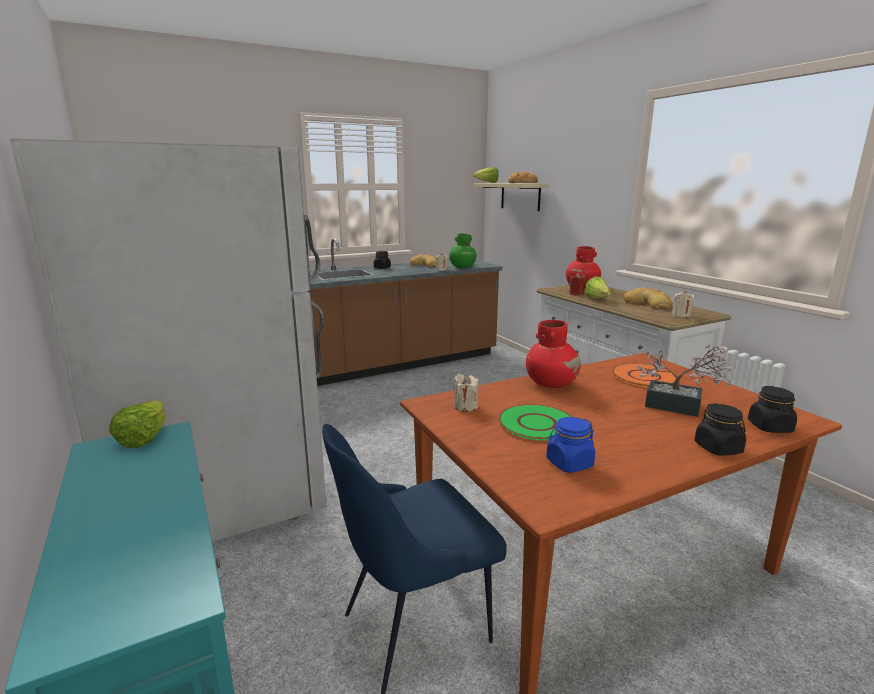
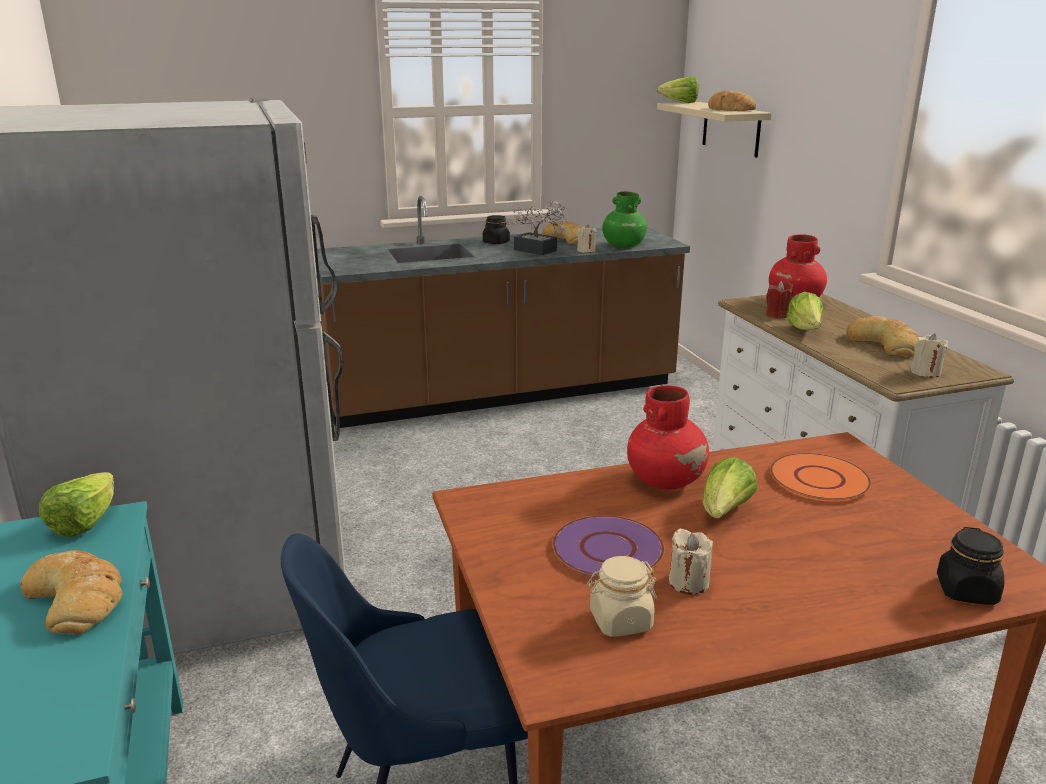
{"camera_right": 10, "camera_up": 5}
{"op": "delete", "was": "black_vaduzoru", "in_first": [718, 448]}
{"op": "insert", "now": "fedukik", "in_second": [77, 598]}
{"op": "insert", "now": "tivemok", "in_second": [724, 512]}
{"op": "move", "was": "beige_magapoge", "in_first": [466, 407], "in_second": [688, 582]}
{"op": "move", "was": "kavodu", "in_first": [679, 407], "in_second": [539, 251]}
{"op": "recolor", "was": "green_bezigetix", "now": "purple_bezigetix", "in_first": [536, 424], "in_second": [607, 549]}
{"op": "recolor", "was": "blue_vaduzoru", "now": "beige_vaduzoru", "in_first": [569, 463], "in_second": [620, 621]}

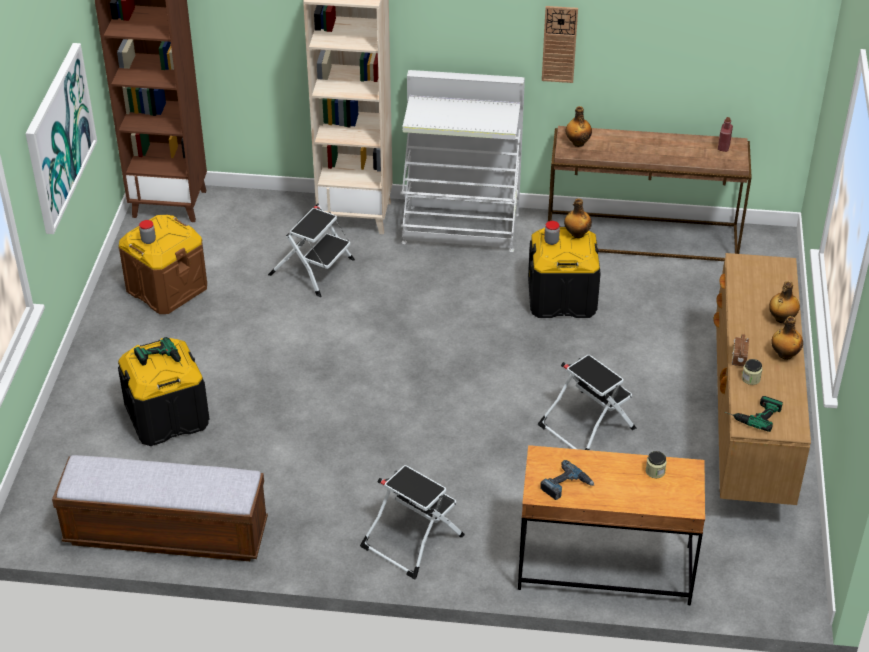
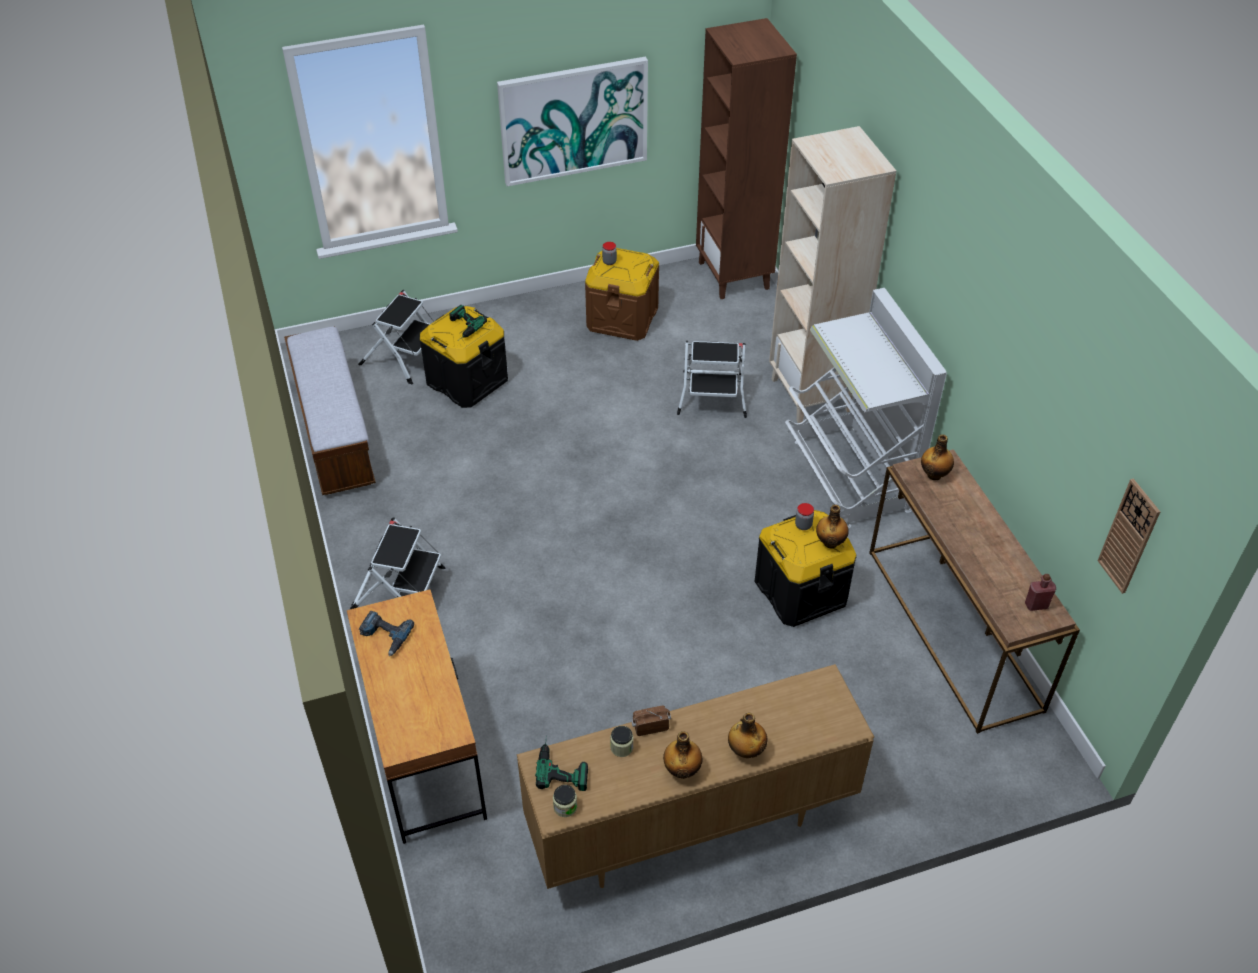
{"camera_right": 65, "camera_up": 5}
{"op": "move", "was": "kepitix", "in_first": [586, 424], "in_second": [402, 355]}
{"op": "move", "was": "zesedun", "in_first": [559, 44], "in_second": [1129, 536]}
{"op": "move", "was": "vaduzoru", "in_first": [655, 471], "in_second": [565, 807]}

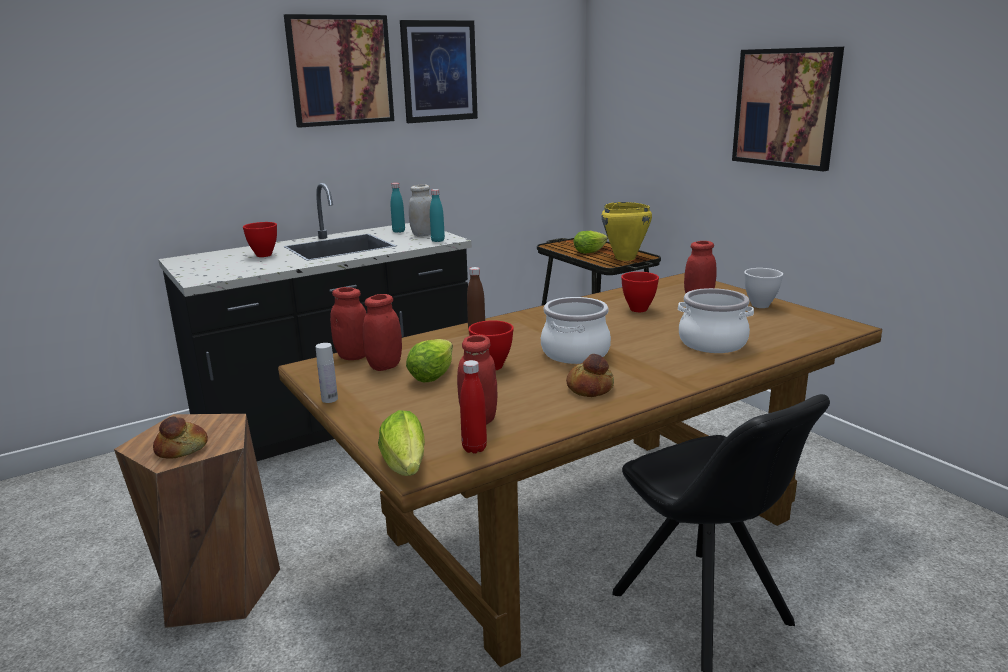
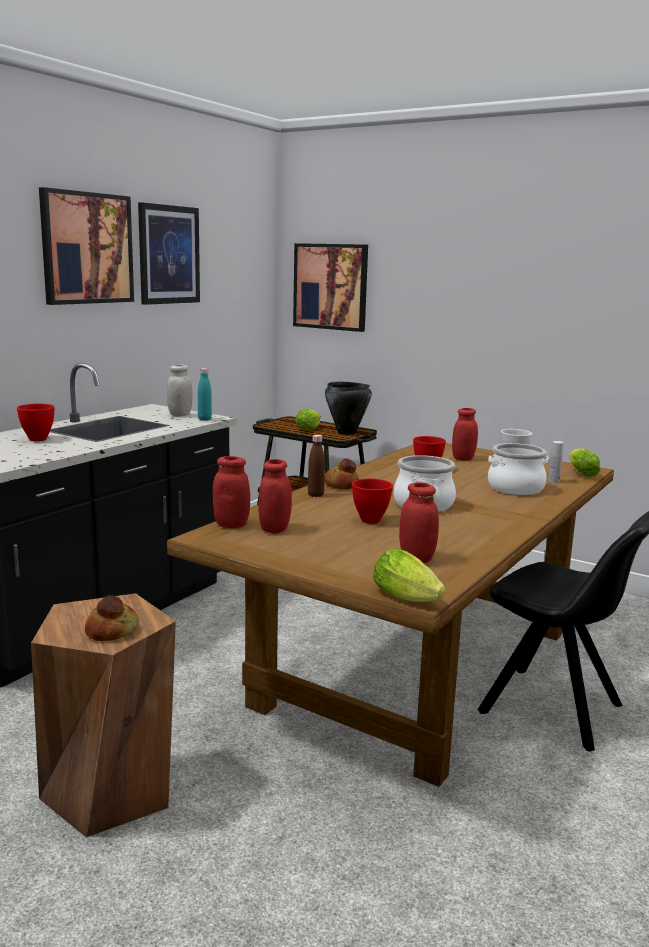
{"camera_right": -25, "camera_up": -5}
{"op": "delete", "was": "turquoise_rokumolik", "in_first": [398, 231]}
{"op": "delete", "was": "red_rokumolik", "in_first": [474, 448]}
{"op": "move", "was": "white_rokumolik", "in_first": [329, 399], "in_second": [553, 481]}
{"op": "move", "was": "tivemok", "in_first": [434, 373], "in_second": [580, 473]}
{"op": "move", "was": "fedukik", "in_first": [590, 388], "in_second": [341, 485]}
{"op": "move", "was": "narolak", "in_first": [786, 108], "in_second": [330, 286]}
{"op": "recolor", "was": "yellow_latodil", "now": "black_latodil", "in_first": [625, 258], "in_second": [346, 433]}

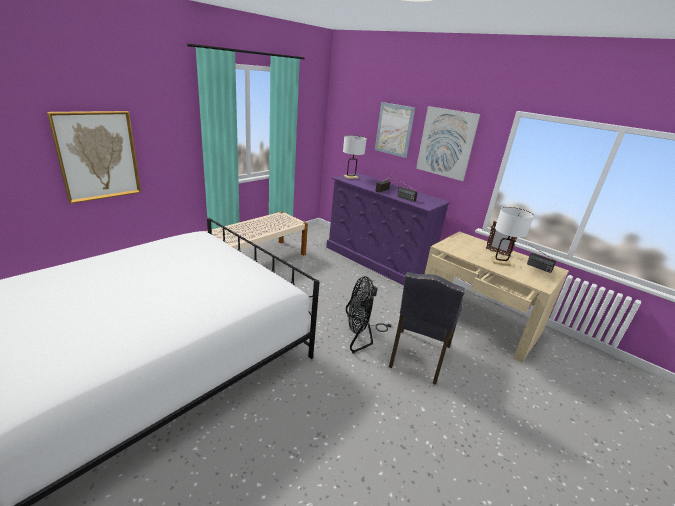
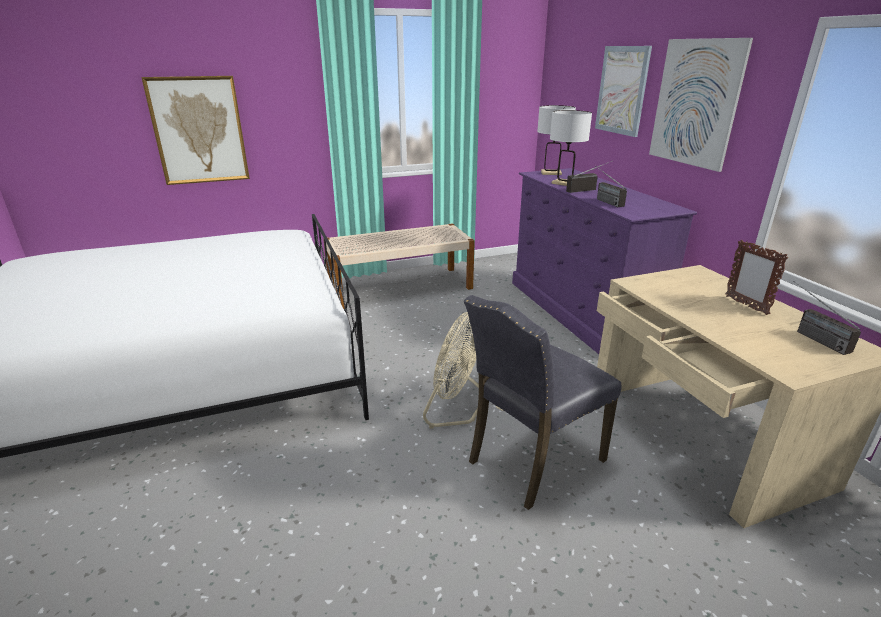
{"camera_right": 30, "camera_up": 0}
{"op": "move", "was": "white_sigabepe", "in_first": [500, 262], "in_second": [564, 183]}
{"op": "recolor", "was": "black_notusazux", "now": "beige_notusazux", "in_first": [362, 332], "in_second": [468, 404]}

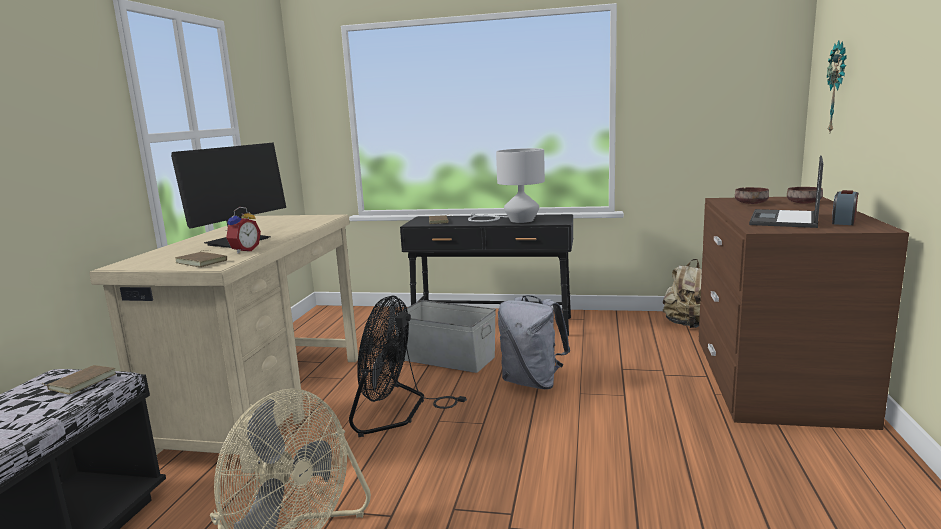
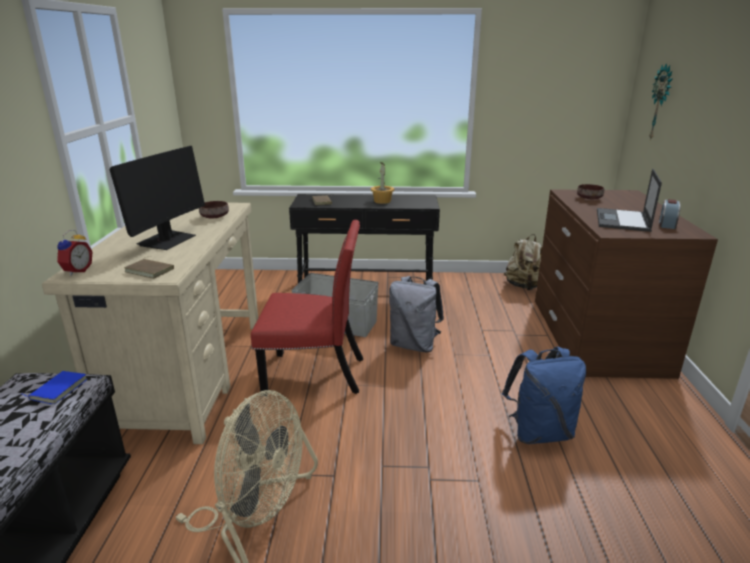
{"camera_right": -10, "camera_up": 10}
{"op": "insert", "now": "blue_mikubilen", "in_second": [539, 432]}
{"op": "move", "was": "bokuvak", "in_first": [244, 250], "in_second": [76, 271]}
{"op": "move", "was": "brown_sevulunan", "in_first": [802, 203], "in_second": [214, 217]}
{"op": "replace", "was": "black_notusazux", "now": "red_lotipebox", "in_first": [402, 408], "in_second": [312, 374]}
{"op": "replace", "was": "grey_sigabepe", "now": "kavodu", "in_first": [506, 220], "in_second": [382, 201]}
{"op": "recolor", "was": "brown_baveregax", "now": "blue_baveregax", "in_first": [81, 382], "in_second": [58, 389]}

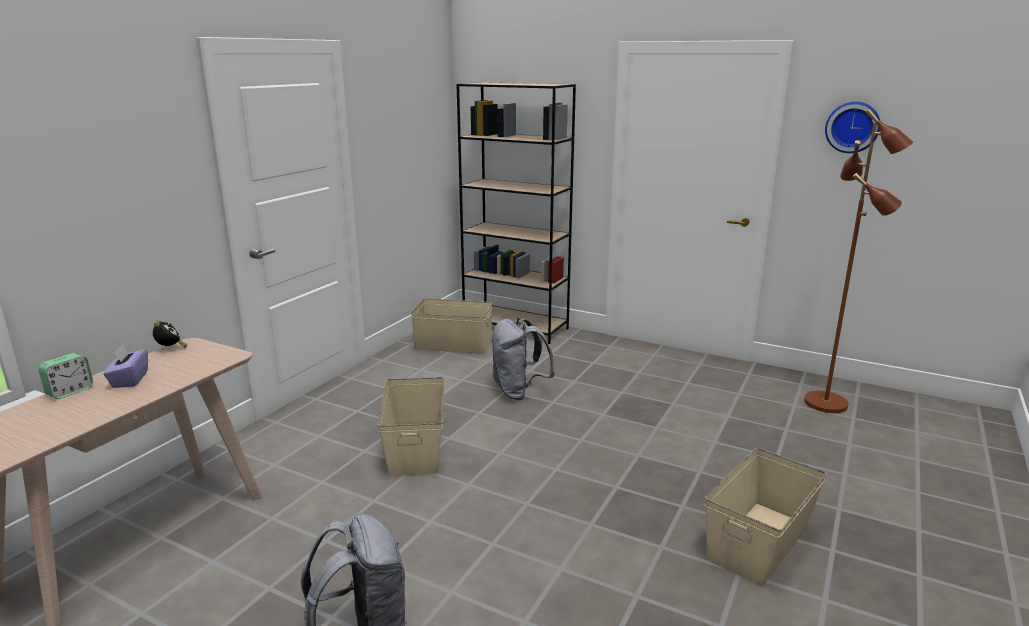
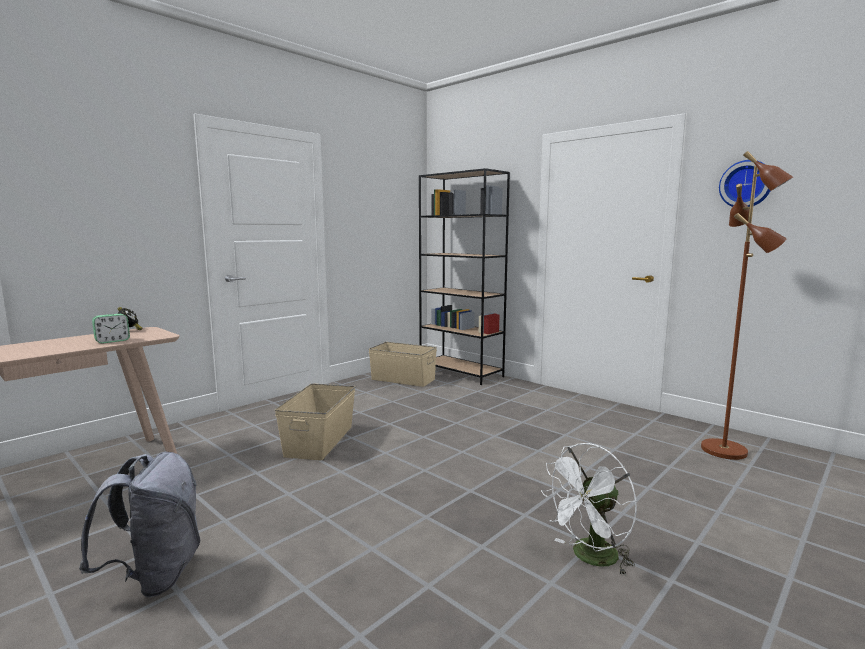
{"camera_right": 15, "camera_up": -10}
{"op": "delete", "was": "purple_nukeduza", "in_first": [129, 380]}
{"op": "delete", "was": "grey_mikubilen", "in_first": [519, 391]}
{"op": "move", "was": "bokuvak", "in_first": [70, 391], "in_second": [112, 341]}
{"op": "replace", "was": "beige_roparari", "now": "white_notusazux", "in_first": [760, 541], "in_second": [590, 558]}

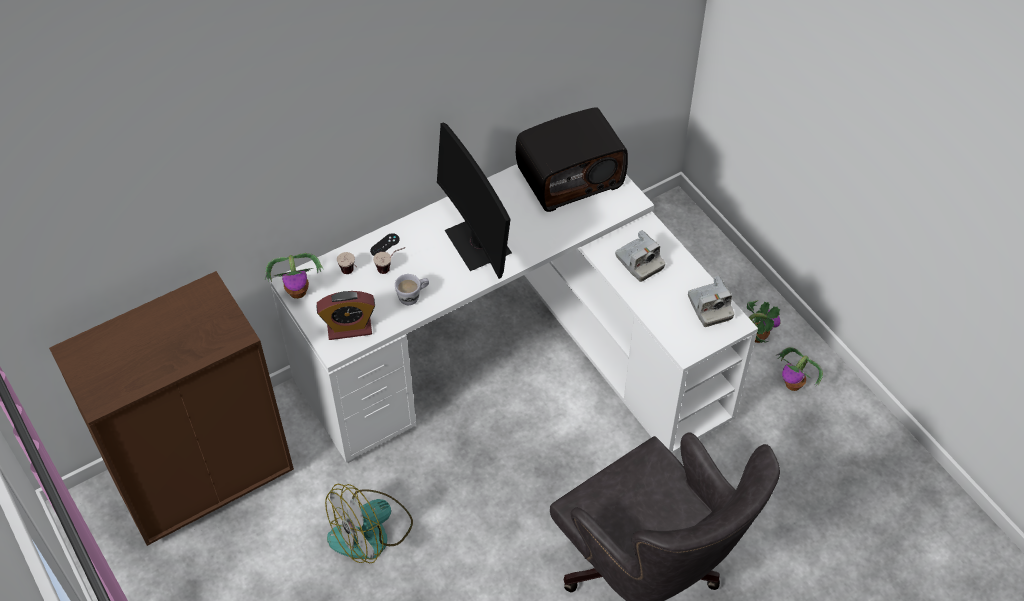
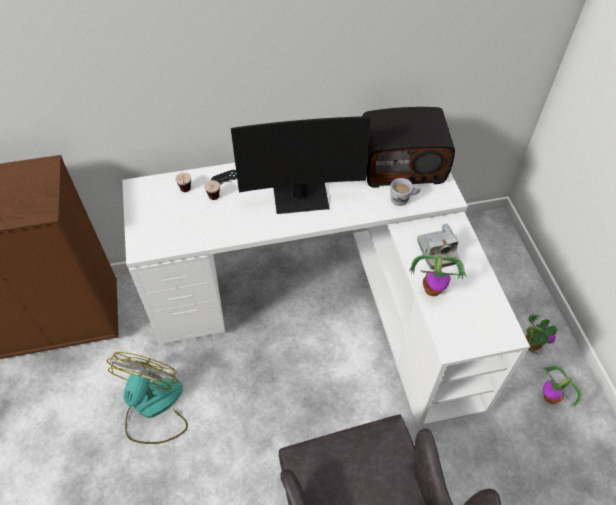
{"camera_right": 20, "camera_up": 0}
{"op": "delete", "was": "bokuvak", "in_first": [349, 328]}
{"op": "delete", "was": "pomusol", "in_first": [709, 307]}
{"op": "move", "was": "kavodu", "in_first": [298, 291], "in_second": [433, 289]}
{"op": "move", "was": "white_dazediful", "in_first": [413, 296], "in_second": [403, 200]}
{"op": "rotate", "was": "notusazux", "in_first": [371, 532], "in_second": [153, 408], "clockwise": 120}
{"op": "rotate", "was": "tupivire", "in_first": [478, 243], "in_second": [301, 196], "clockwise": -90}

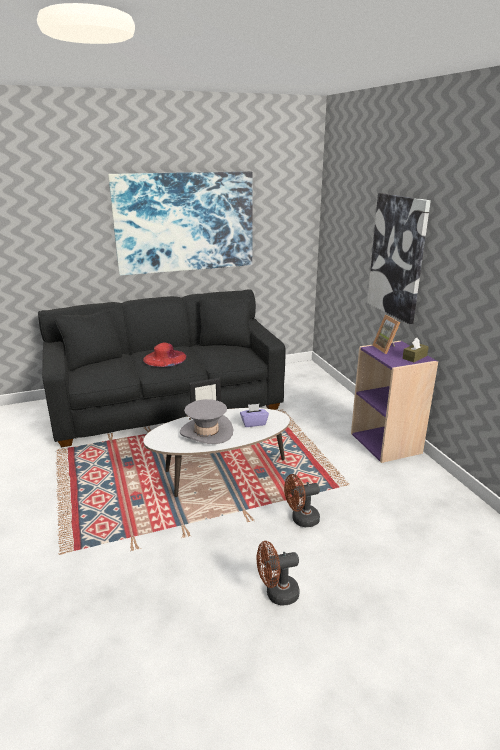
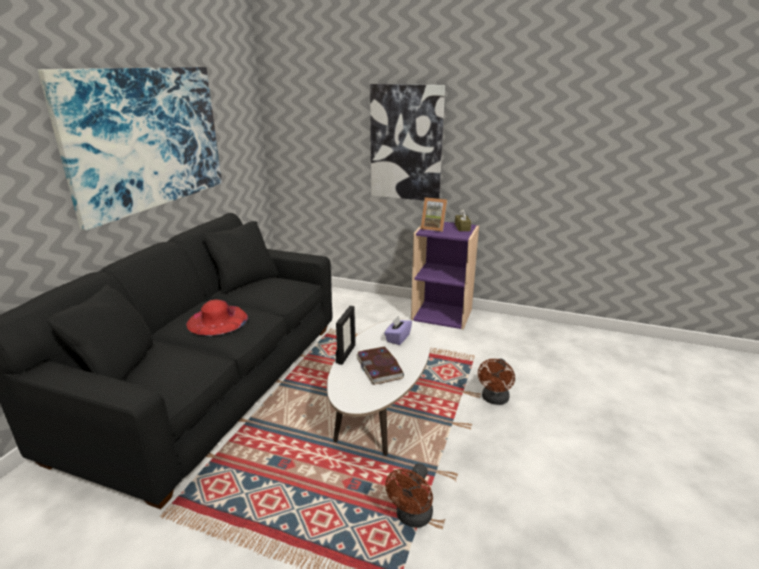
{"camera_right": -50, "camera_up": 0}
{"op": "move", "was": "brown_notusazux", "in_first": [277, 594], "in_second": [412, 518]}
{"op": "replace", "was": "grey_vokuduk", "now": "baveregax", "in_first": [206, 432], "in_second": [379, 367]}

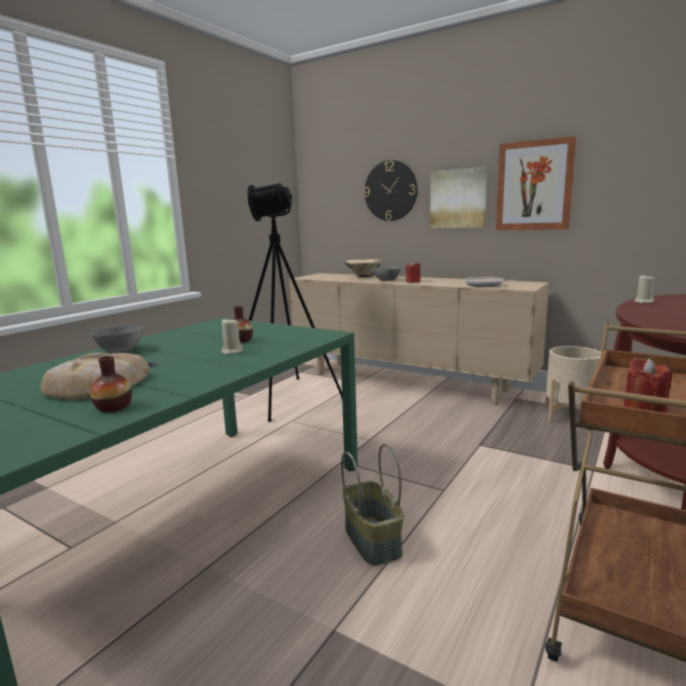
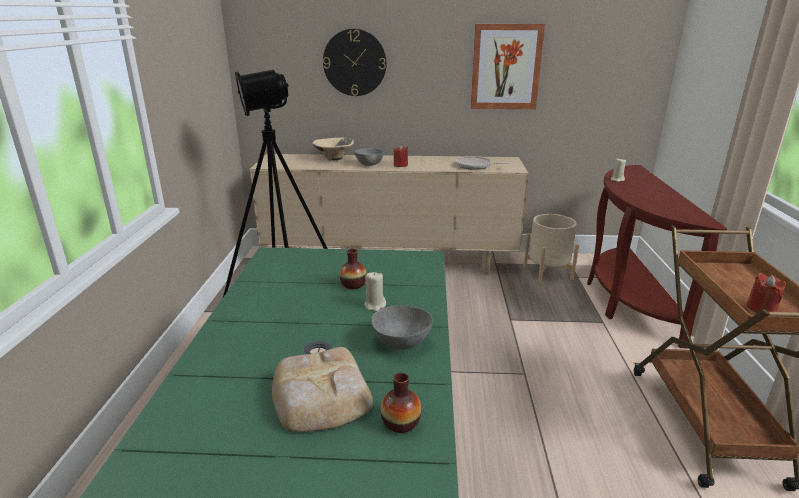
{"camera_right": -30, "camera_up": 10}
{"op": "delete", "was": "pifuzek", "in_first": [373, 540]}
{"op": "delete", "was": "narolak", "in_first": [458, 198]}
{"op": "move", "was": "grey_sevulunan", "in_first": [120, 351], "in_second": [402, 343]}

